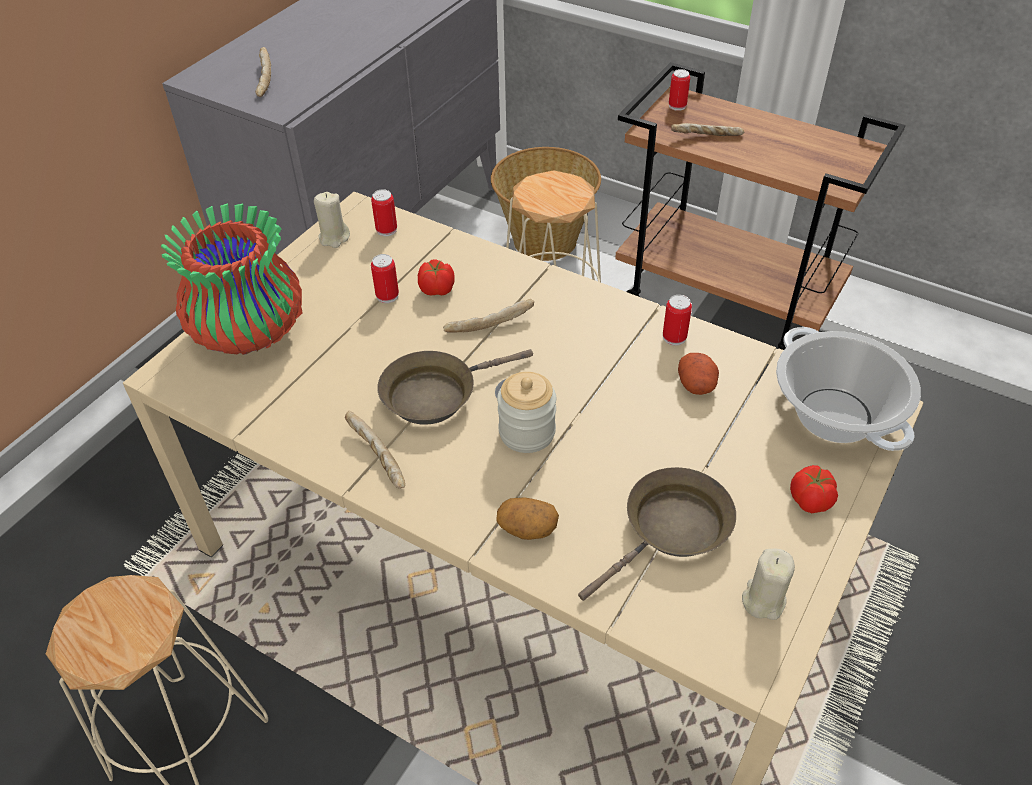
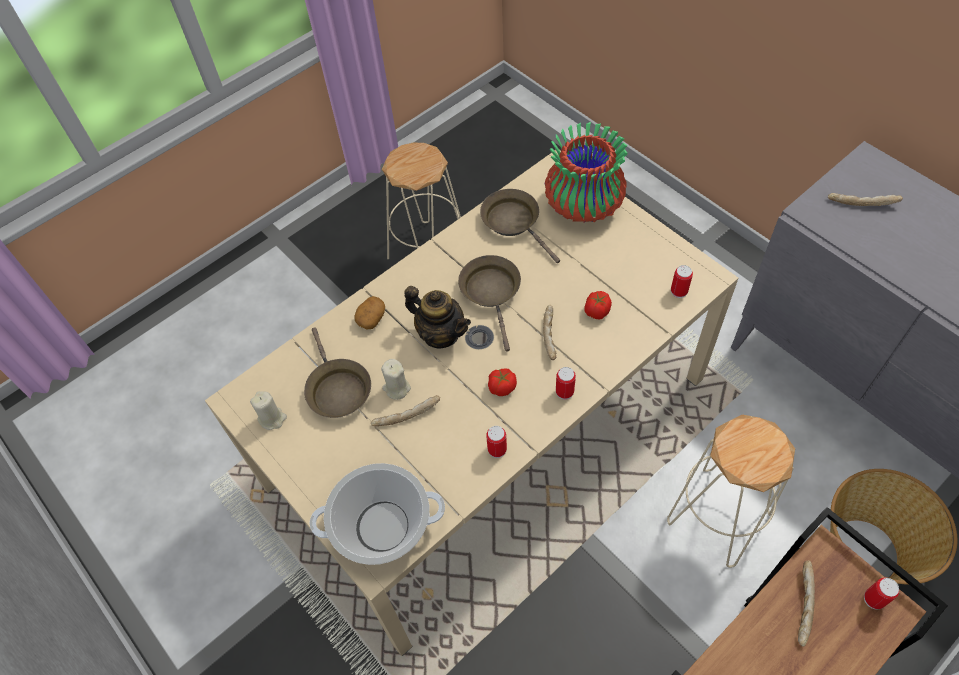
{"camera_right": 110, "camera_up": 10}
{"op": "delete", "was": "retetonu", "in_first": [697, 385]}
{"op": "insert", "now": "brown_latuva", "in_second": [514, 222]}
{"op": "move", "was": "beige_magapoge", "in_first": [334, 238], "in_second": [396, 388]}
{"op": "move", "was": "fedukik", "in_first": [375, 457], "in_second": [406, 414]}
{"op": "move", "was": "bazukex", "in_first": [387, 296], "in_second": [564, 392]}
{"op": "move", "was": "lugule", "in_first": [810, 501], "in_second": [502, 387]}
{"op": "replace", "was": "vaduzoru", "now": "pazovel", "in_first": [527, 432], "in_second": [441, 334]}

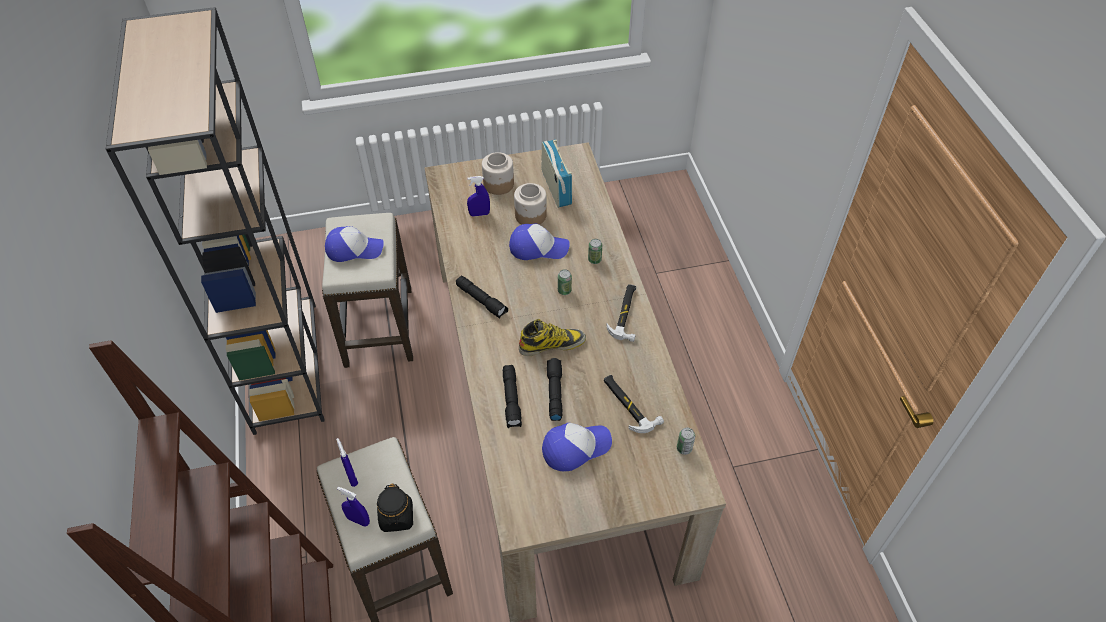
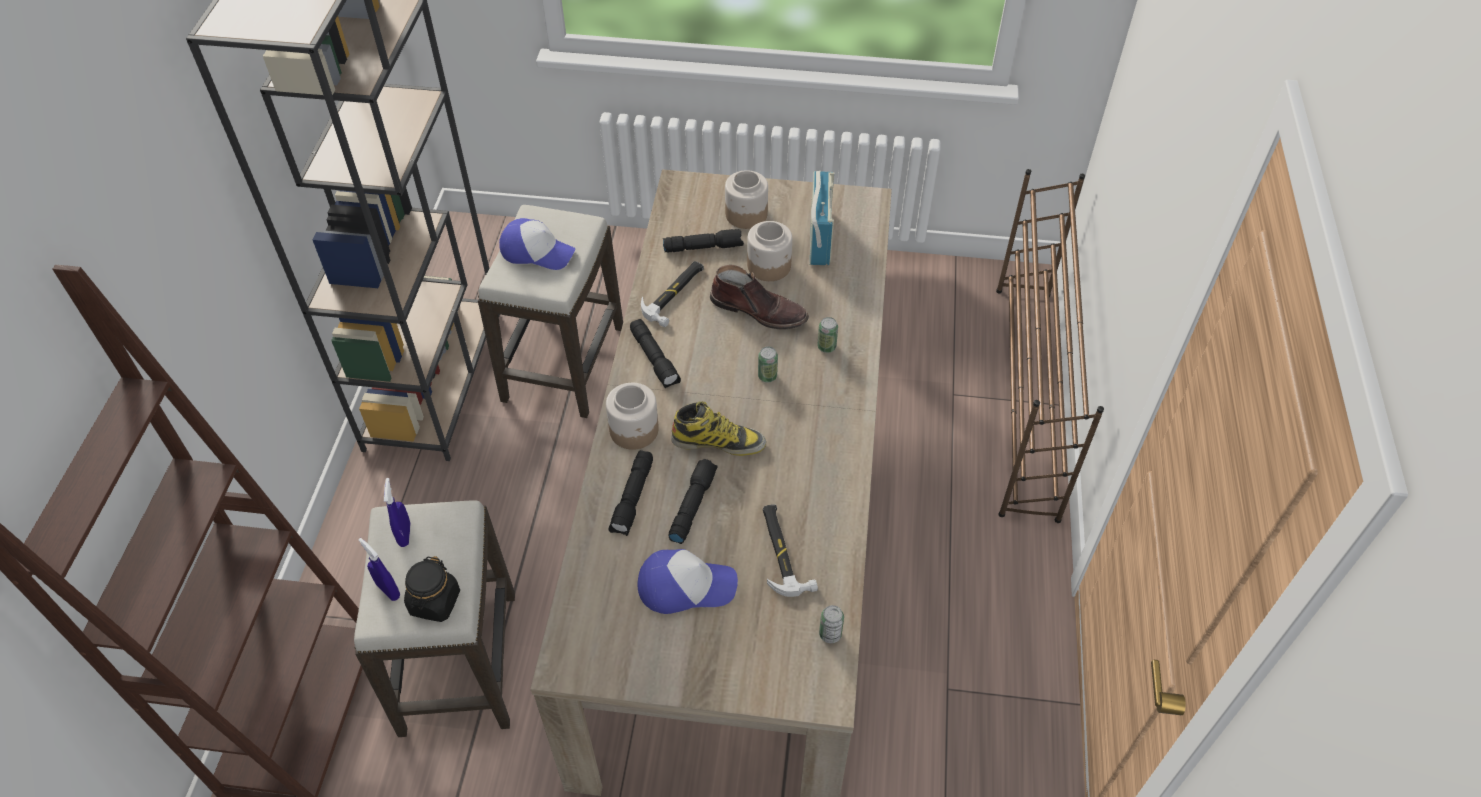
{"camera_right": 20, "camera_up": 0}
{"op": "insert", "now": "vaduzoru", "in_second": [634, 430]}
{"op": "insert", "now": "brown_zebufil", "in_second": [1025, 398]}
{"op": "move", "was": "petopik", "in_first": [625, 313], "in_second": [675, 294]}
{"op": "replace", "was": "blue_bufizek", "now": "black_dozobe", "in_first": [479, 214], "in_second": [703, 247]}
{"op": "replace", "was": "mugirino", "now": "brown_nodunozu", "in_first": [538, 247], "in_second": [759, 310]}

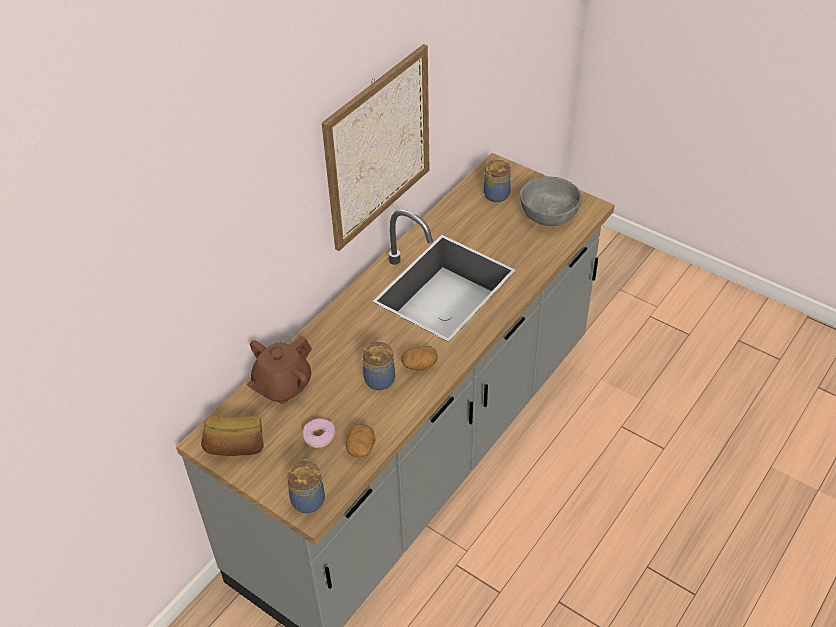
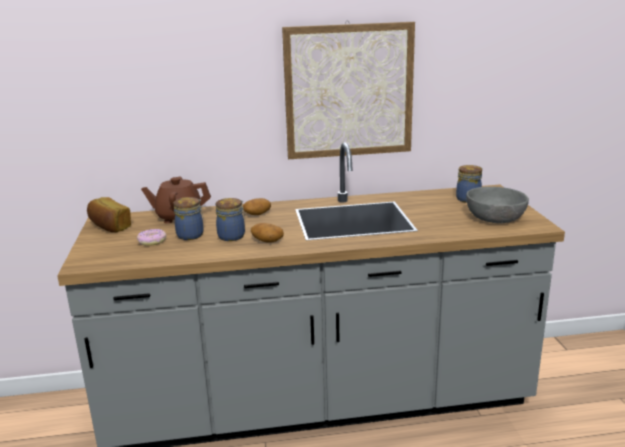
{"camera_right": 45, "camera_up": -25}
{"op": "move", "was": "vaduzoru", "in_first": [308, 499], "in_second": [191, 235]}
{"op": "move", "was": "retetonu", "in_first": [361, 447], "in_second": [257, 214]}

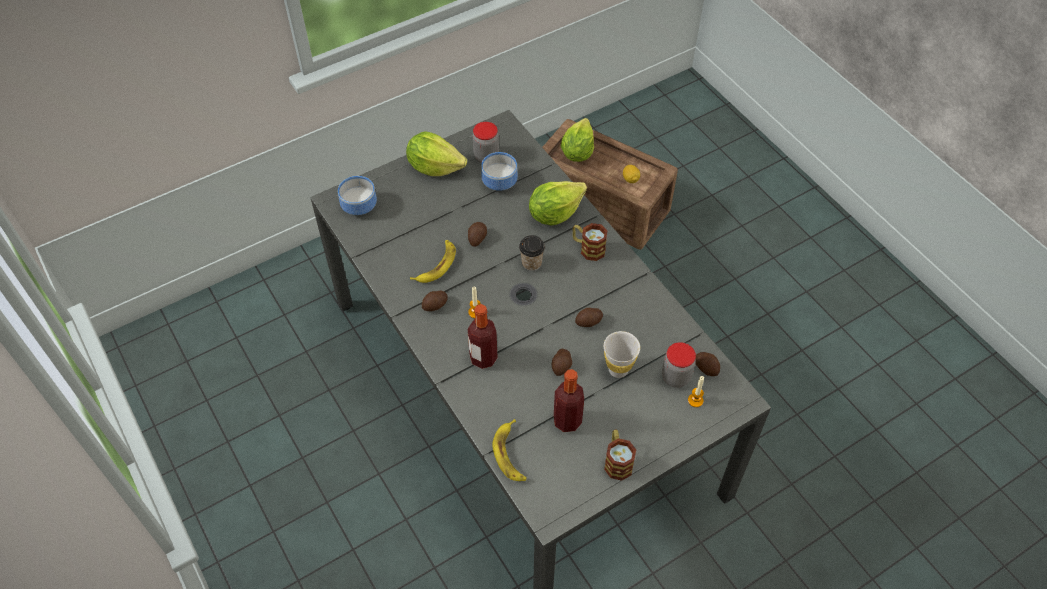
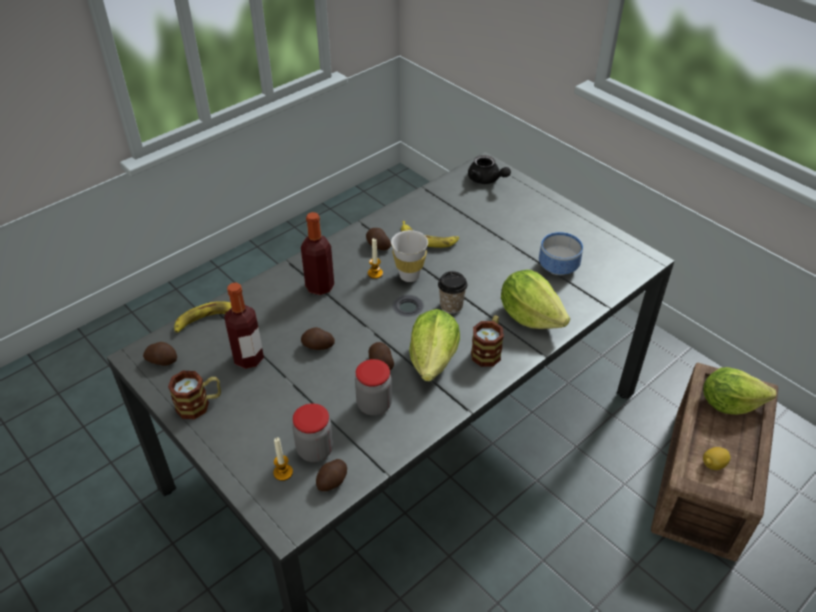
{"camera_right": 80, "camera_up": -10}
{"op": "move", "was": "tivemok", "in_first": [434, 167], "in_second": [433, 360]}
{"op": "move", "was": "retetonu", "in_first": [477, 238], "in_second": [162, 360]}
{"op": "move", "was": "vaduzoru", "in_first": [486, 156], "in_second": [374, 405]}
{"op": "move", "was": "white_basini", "in_first": [618, 370], "in_second": [409, 276]}
{"op": "replace", "was": "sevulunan", "now": "black_pazovel", "in_first": [359, 205], "in_second": [486, 180]}

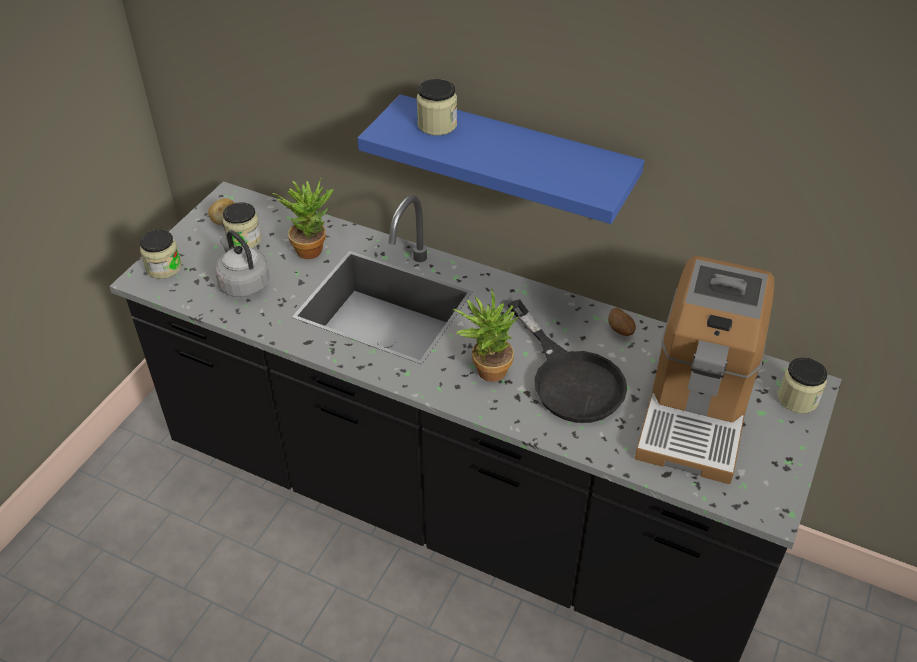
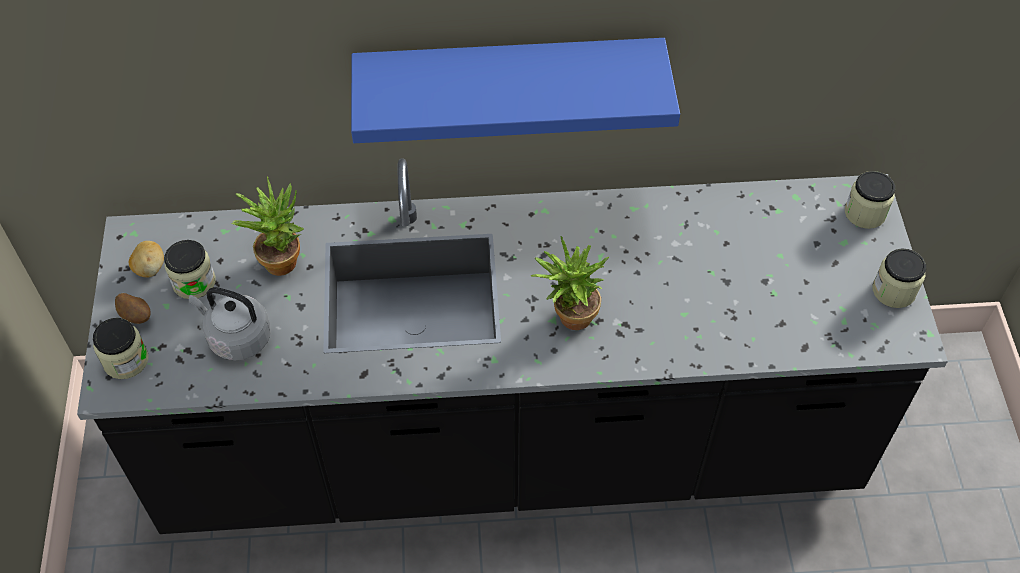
{"camera_right": -30, "camera_up": 10}
{"op": "delete", "was": "black_latuva", "in_first": [570, 378]}
{"op": "delete", "was": "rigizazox", "in_first": [696, 408]}
{"op": "move", "was": "vaduzoru", "in_first": [437, 125], "in_second": [893, 291]}
{"op": "move", "was": "retetonu", "in_first": [620, 331], "in_second": [136, 316]}

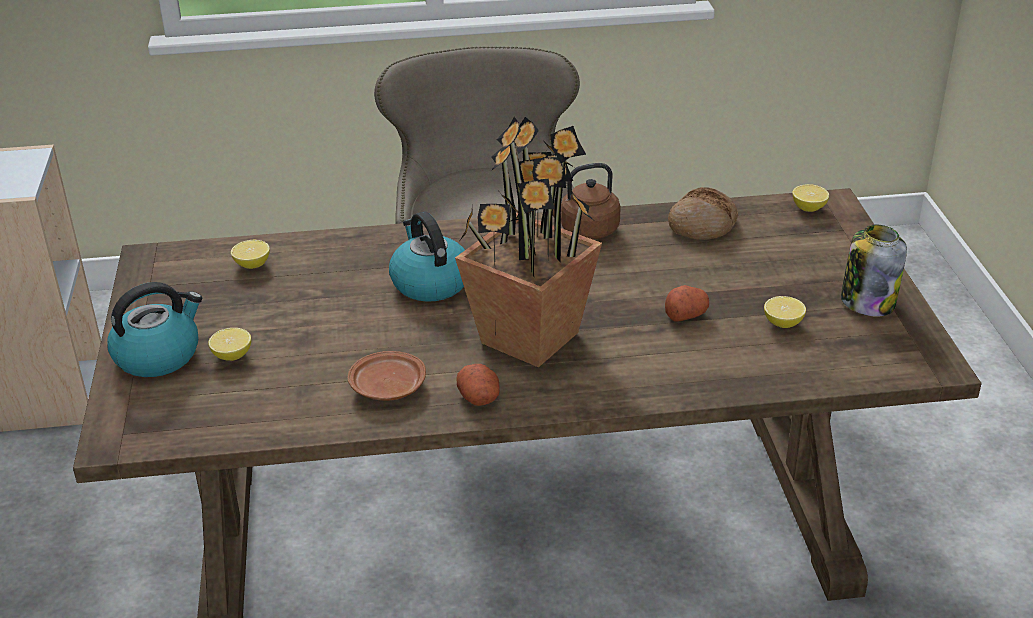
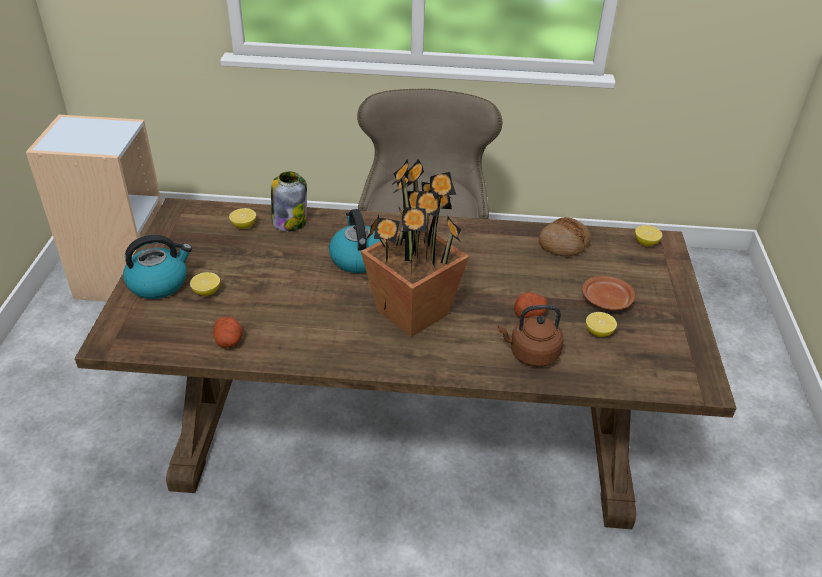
{"camera_right": 10, "camera_up": 5}
{"op": "move", "was": "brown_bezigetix", "in_first": [387, 387], "in_second": [606, 300]}
{"op": "move", "was": "retetonu", "in_first": [480, 398], "in_second": [229, 341]}
{"op": "move", "was": "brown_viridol", "in_first": [586, 230], "in_second": [531, 354]}
{"op": "move", "was": "vaduzoru", "in_first": [867, 302], "in_second": [289, 221]}

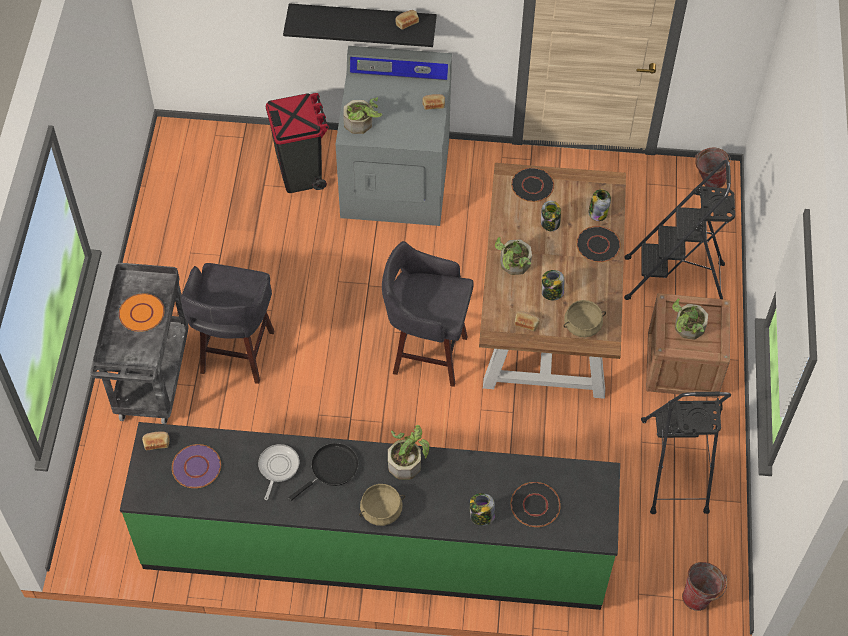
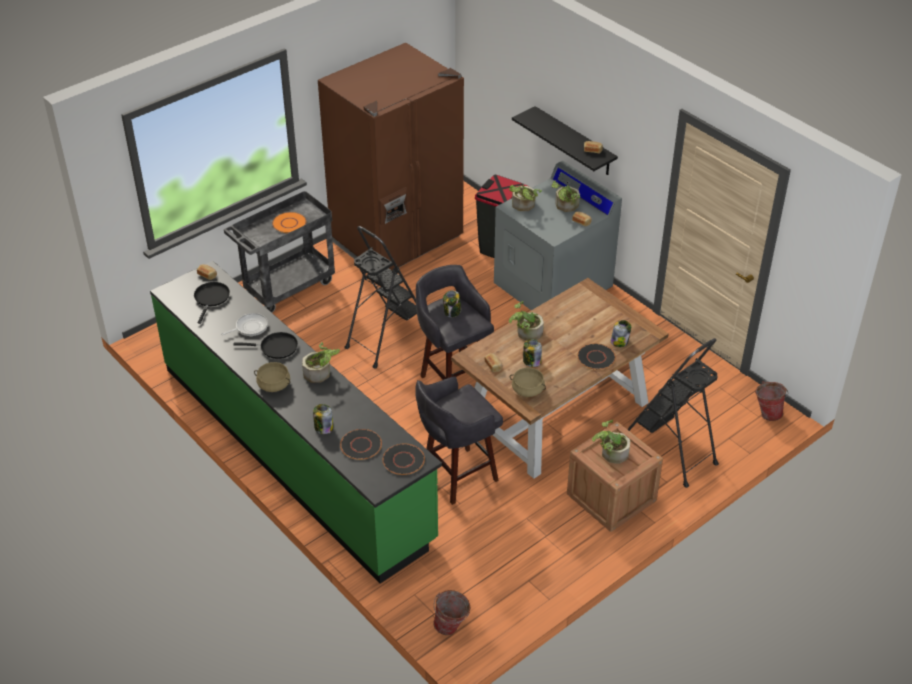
{"camera_right": 45, "camera_up": -15}
{"op": "insert", "now": "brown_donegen", "in_second": [397, 239]}
{"op": "insert", "now": "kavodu", "in_second": [565, 207]}
{"op": "move", "was": "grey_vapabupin", "in_first": [236, 355], "in_second": [457, 477]}
{"op": "move", "was": "black_bezigetix", "in_first": [532, 186], "in_second": [403, 460]}
{"op": "move", "was": "vaduzoru", "in_first": [550, 223], "in_second": [452, 312]}
{"op": "move", "was": "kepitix", "in_first": [674, 466], "in_second": [388, 338]}
{"op": "replace", "was": "purple_bezigetix", "now": "black_latuva", "in_first": [196, 466], "in_second": [211, 298]}

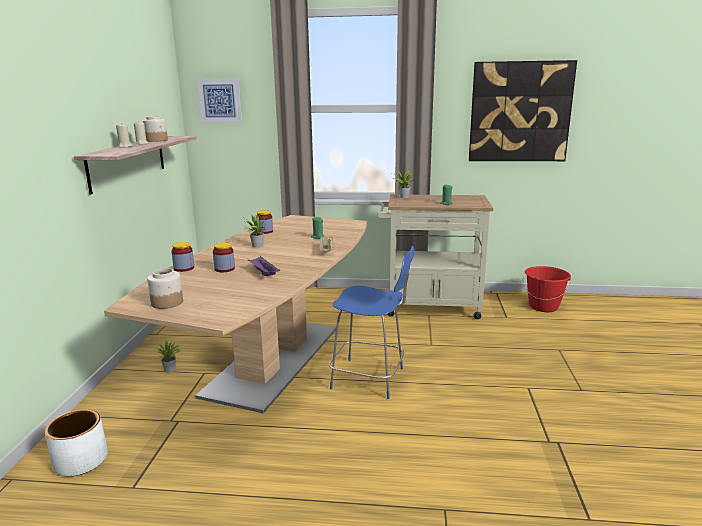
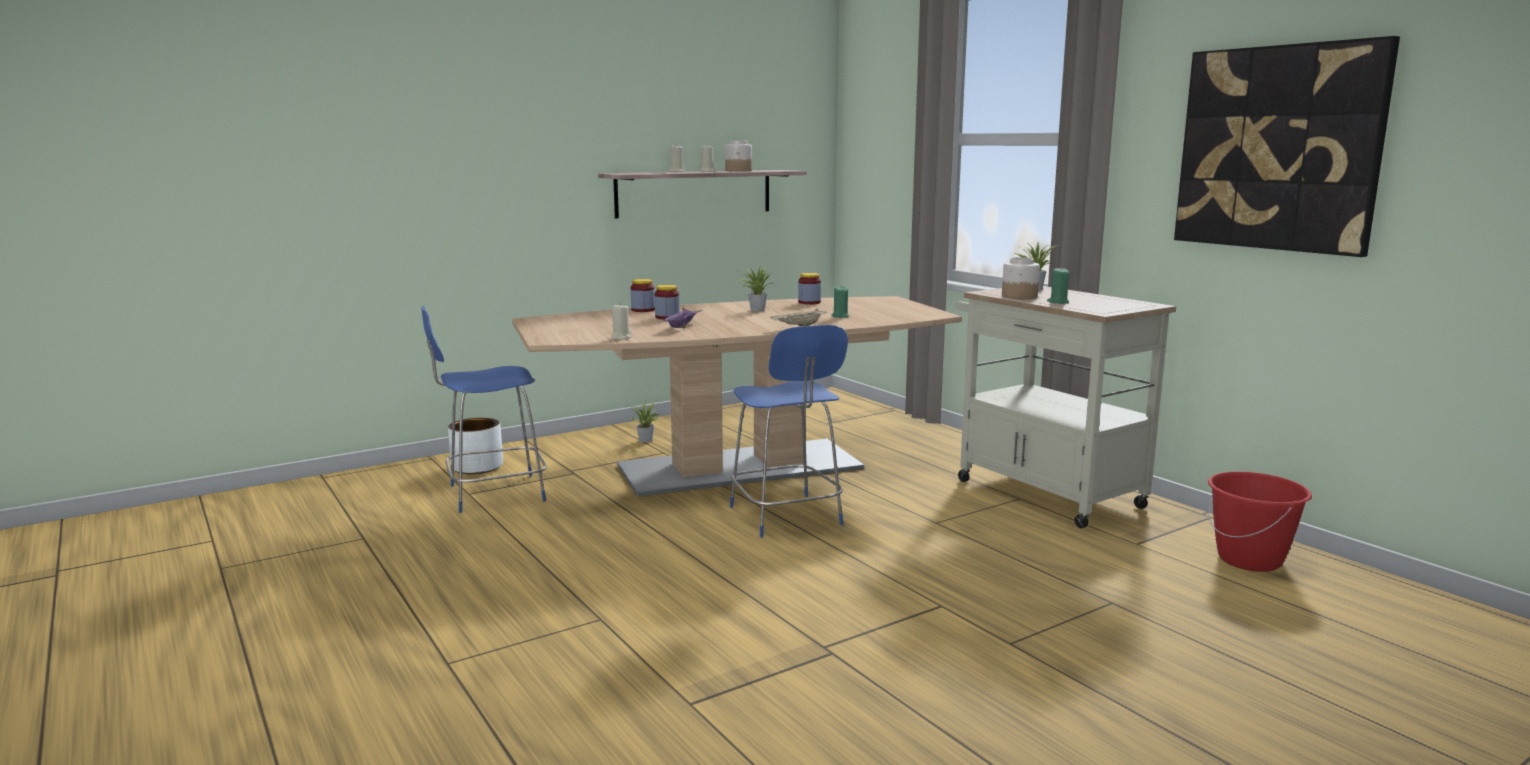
{"camera_right": 50, "camera_up": -5}
{"op": "delete", "was": "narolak", "in_first": [219, 100]}
{"op": "insert", "now": "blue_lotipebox", "in_second": [492, 493]}
{"op": "insert", "now": "beige_magapoge", "in_second": [621, 337]}
{"op": "move", "was": "vaduzoru", "in_first": [166, 303], "in_second": [1019, 296]}

